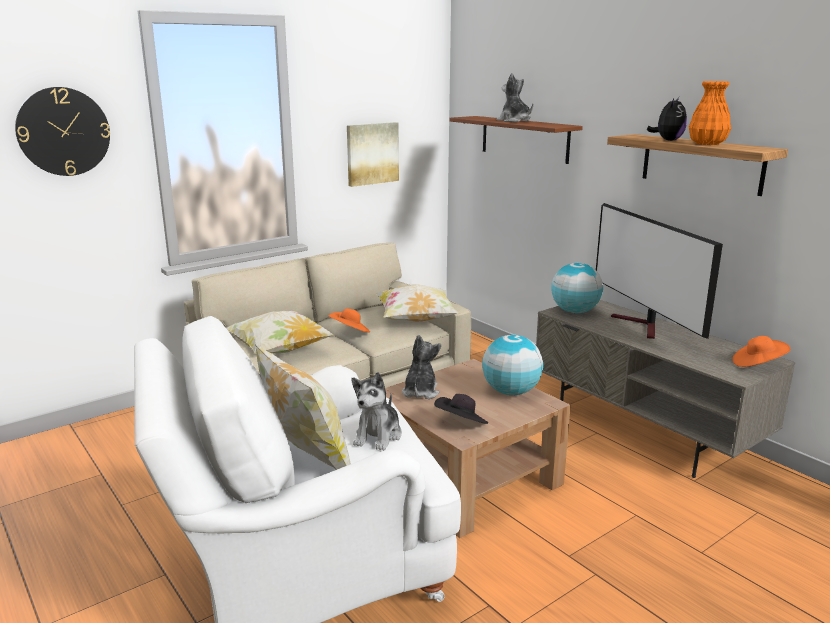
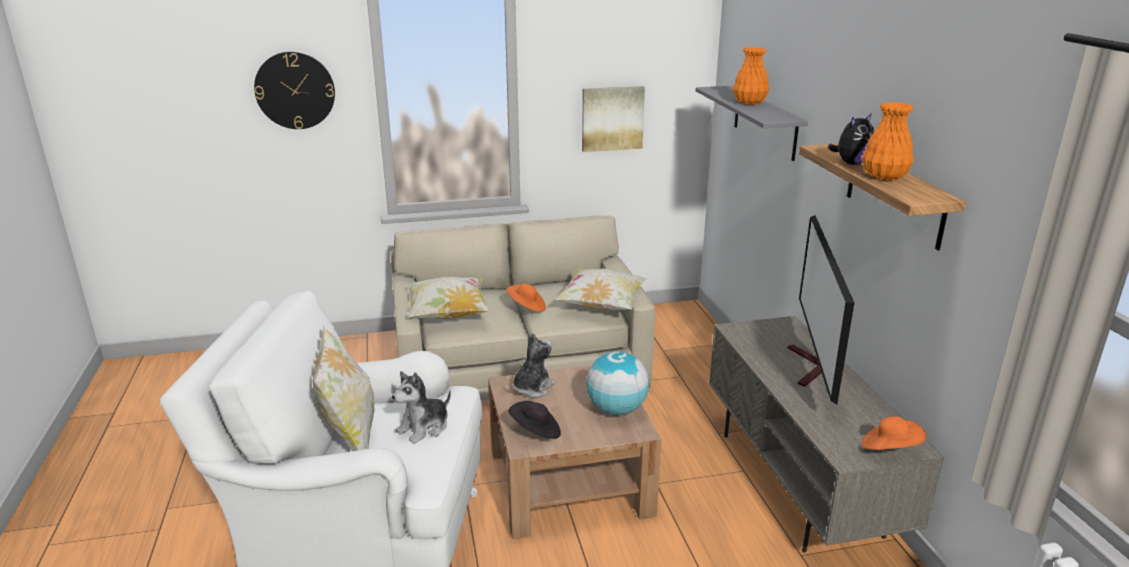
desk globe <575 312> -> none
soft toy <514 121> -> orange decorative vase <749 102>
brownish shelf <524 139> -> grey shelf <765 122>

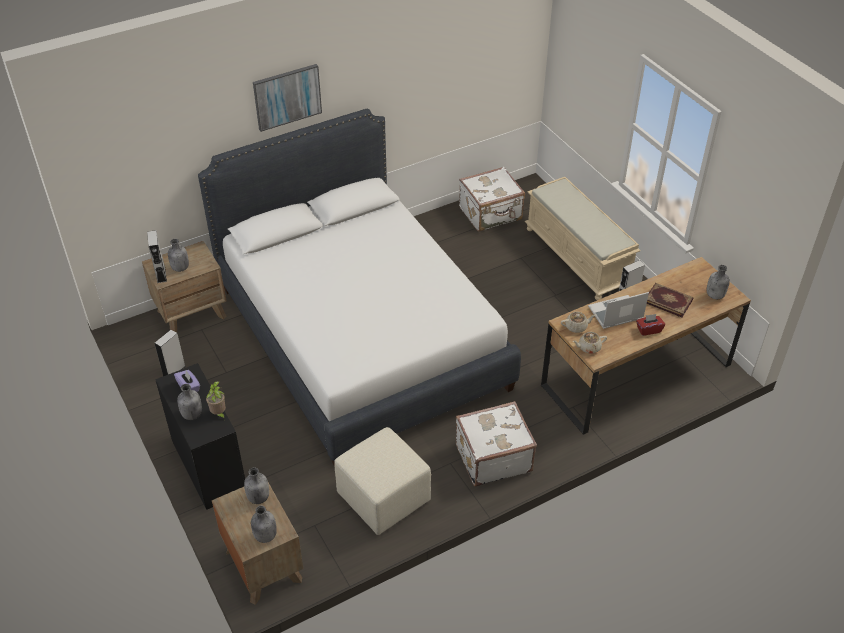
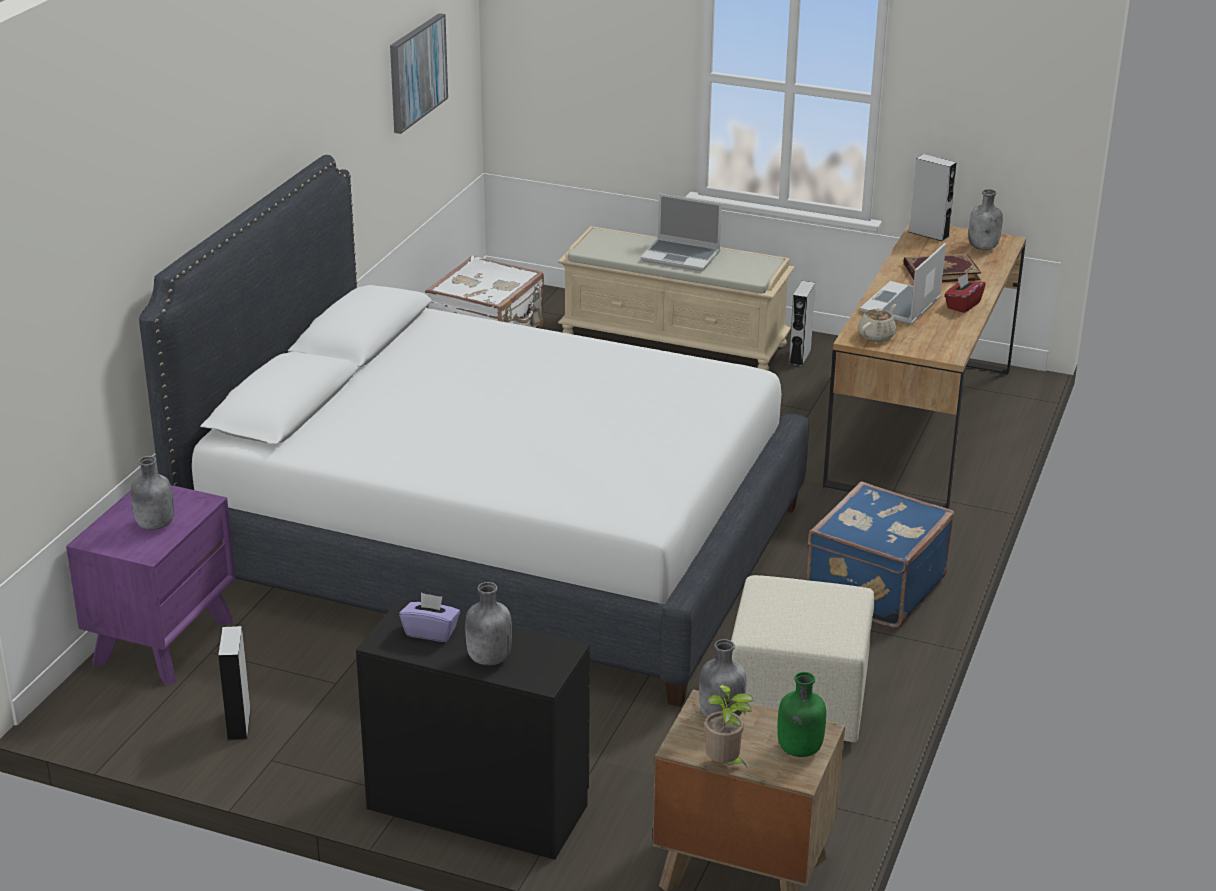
sand-coloured teapot <588 347> -> none
none -> notebook computer <682 256>
grey audio speaker <161 274> -> grey audio speaker <929 234>, shifted
houseplant <219 414> -> houseplant <724 764>, shifted
wall picture <287 96> -> wall picture <416 72>, shifted
brownish bedside table <192 313> -> purplish bedside table <163 641>
grey bottle <265 536> -> greenish bottle <799 750>
whitish piece of luggage <492 457> -> bluish piece of luggage <873 588>

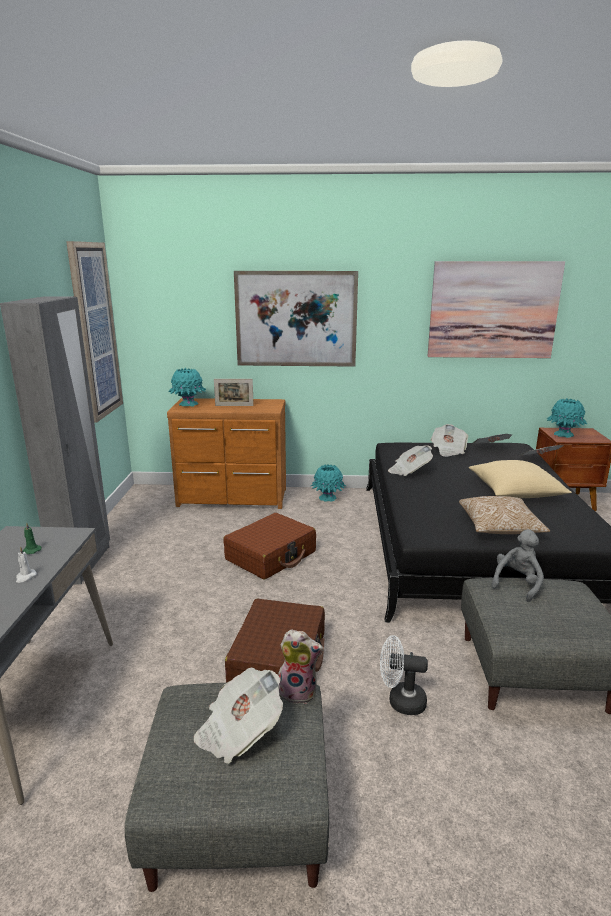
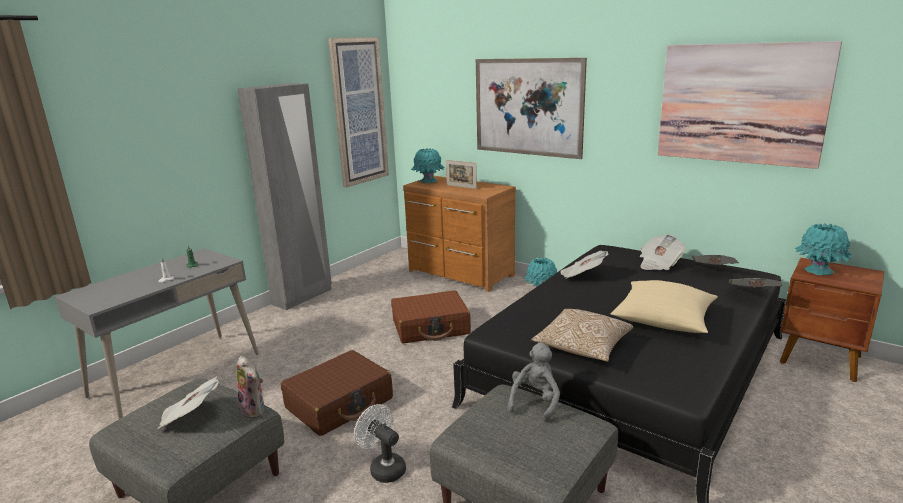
grey soft toy <517 584> -> grey soft toy <535 402>, 45 degrees counterclockwise

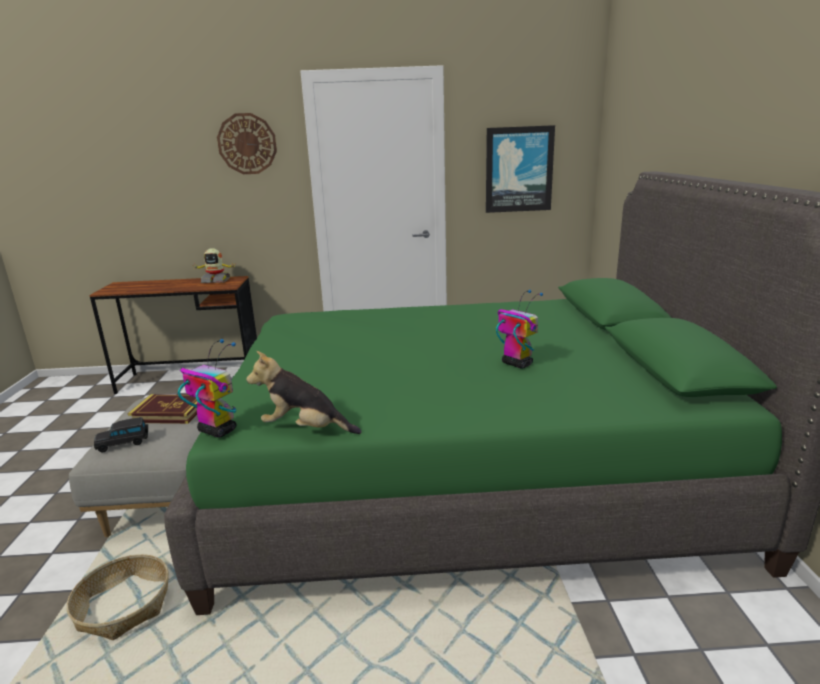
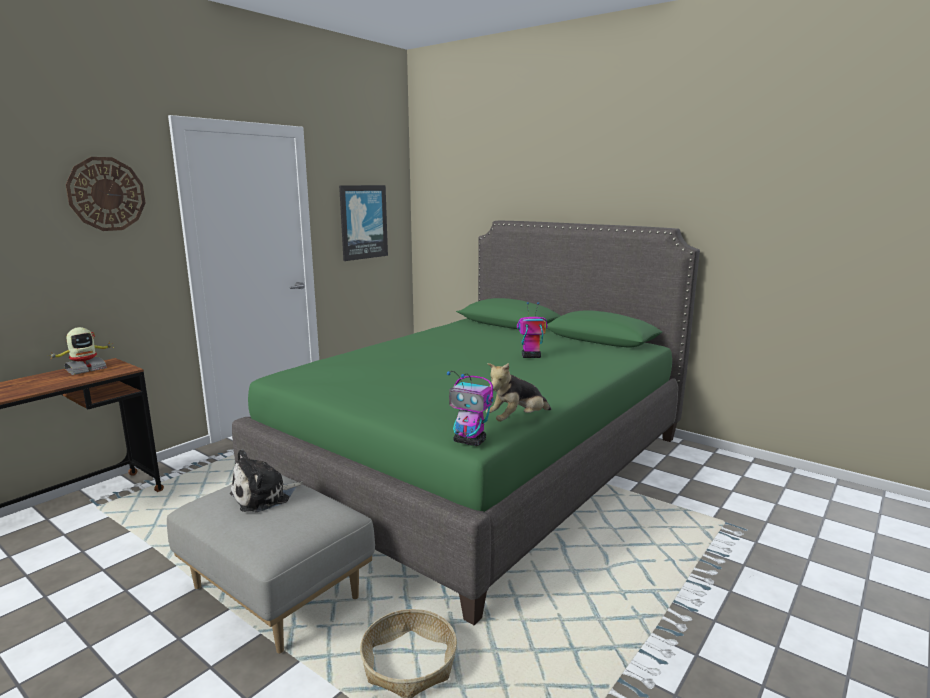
black-coloured toy car <124 443> -> none
book <169 413> -> soft toy <264 496>
toy robot <217 430> -> toy robot <470 441>, 135 degrees counterclockwise

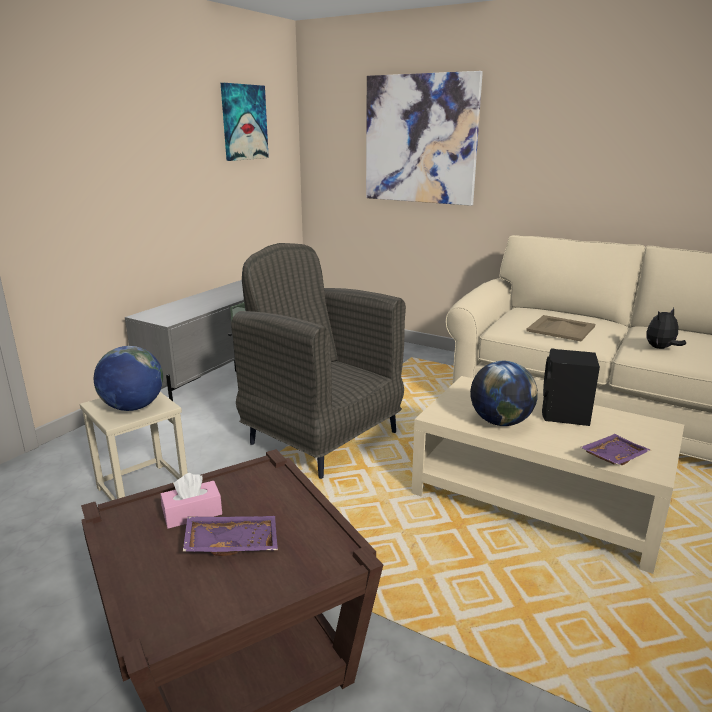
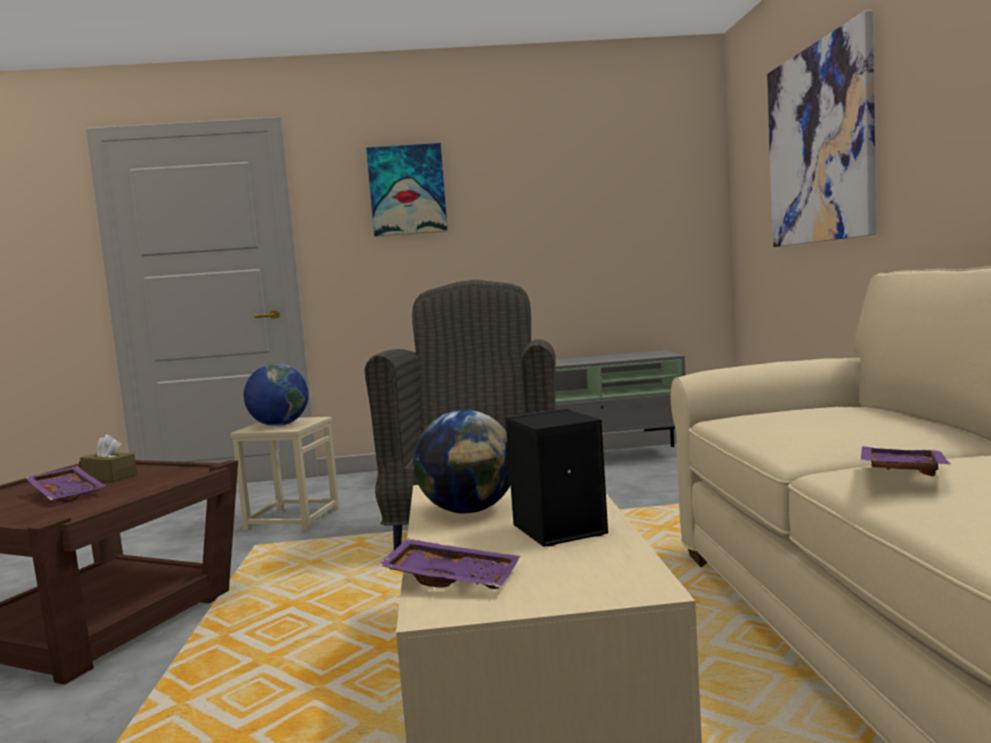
sand-coloured serving tray <560 328> -> none
wall picture <244 122> -> wall picture <407 190>, shifted
soft toy <661 348> -> purplish serving tray <899 474>
pinkish tissue holder <192 513> -> brownish tissue holder <110 476>

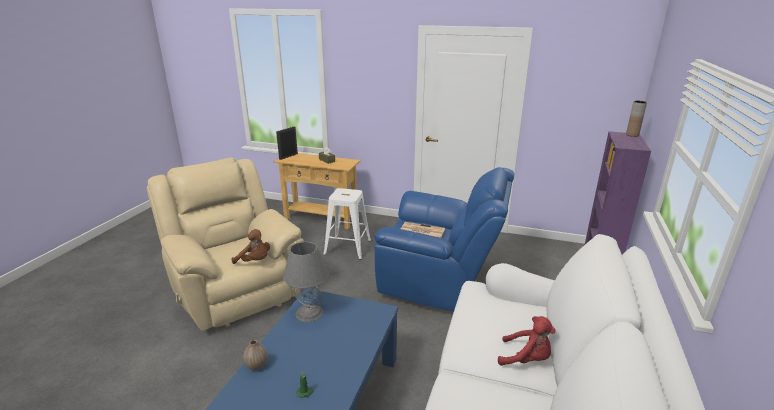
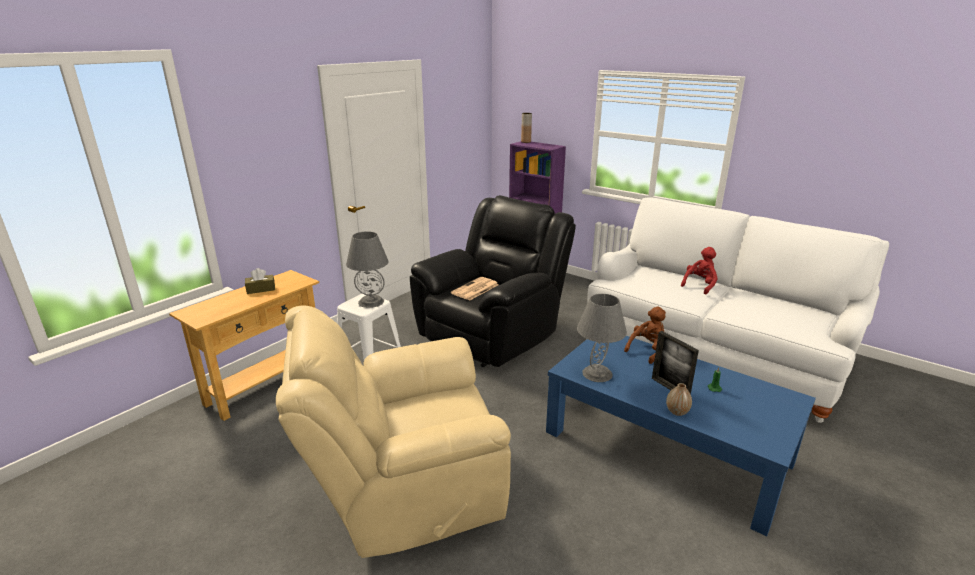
none -> grey table lamp <371 302>
brownish soft toy <255 261> -> brownish soft toy <647 350>, shifted
photo frame <288 156> -> photo frame <670 388>, shifted
bluish lounge chair <440 283> -> black-coloured lounge chair <492 335>

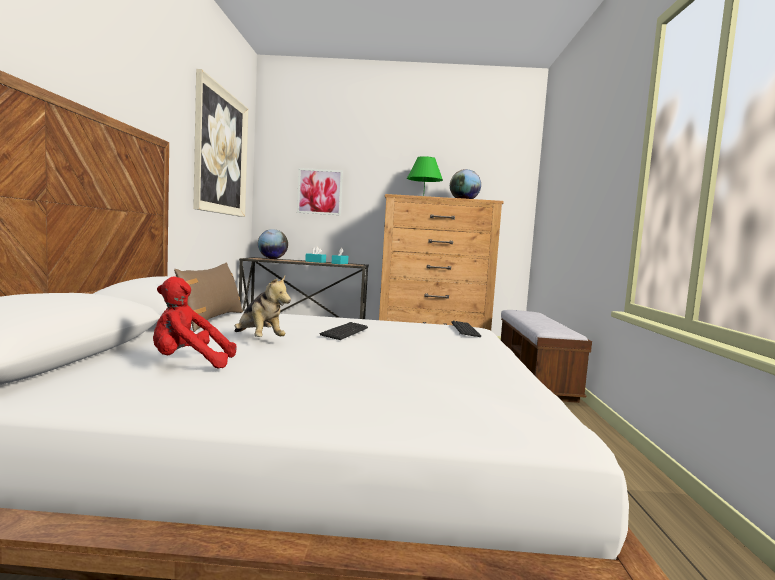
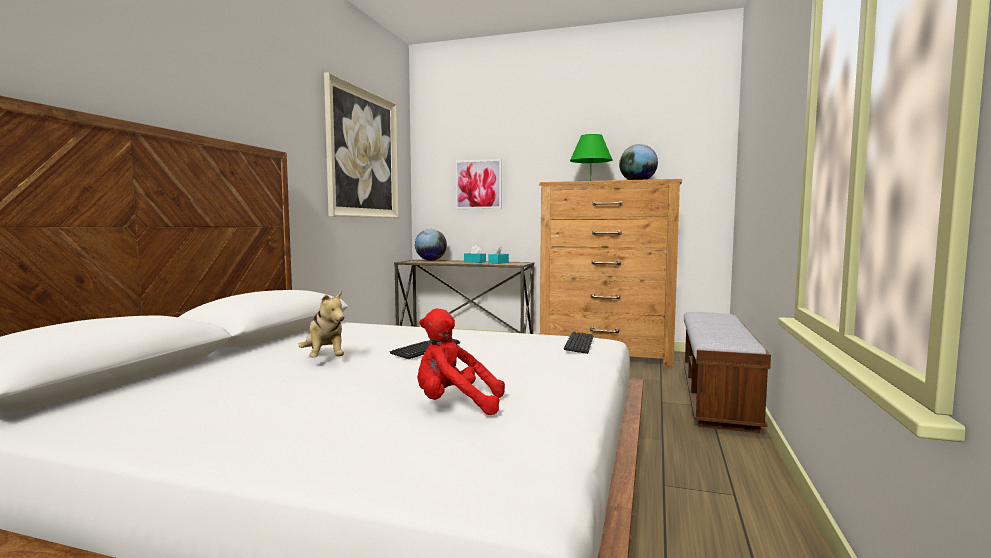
brownish cushion <211 320> -> none
reddish soft toy <188 363> -> reddish soft toy <454 405>, shifted

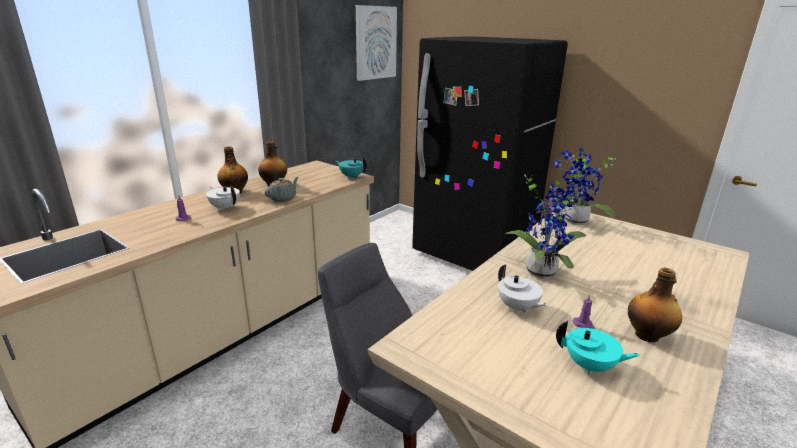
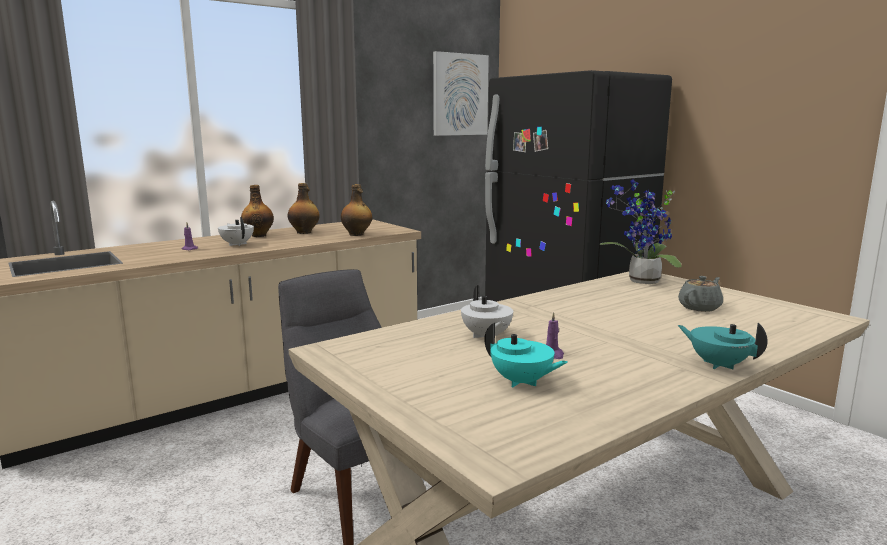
houseplant <543 271> -> none
grey teapot <283 198> -> grey teapot <700 307>, shifted
blue-green teapot <351 176> -> blue-green teapot <718 364>, shifted
bottle <648 336> -> bottle <357 234>, shifted

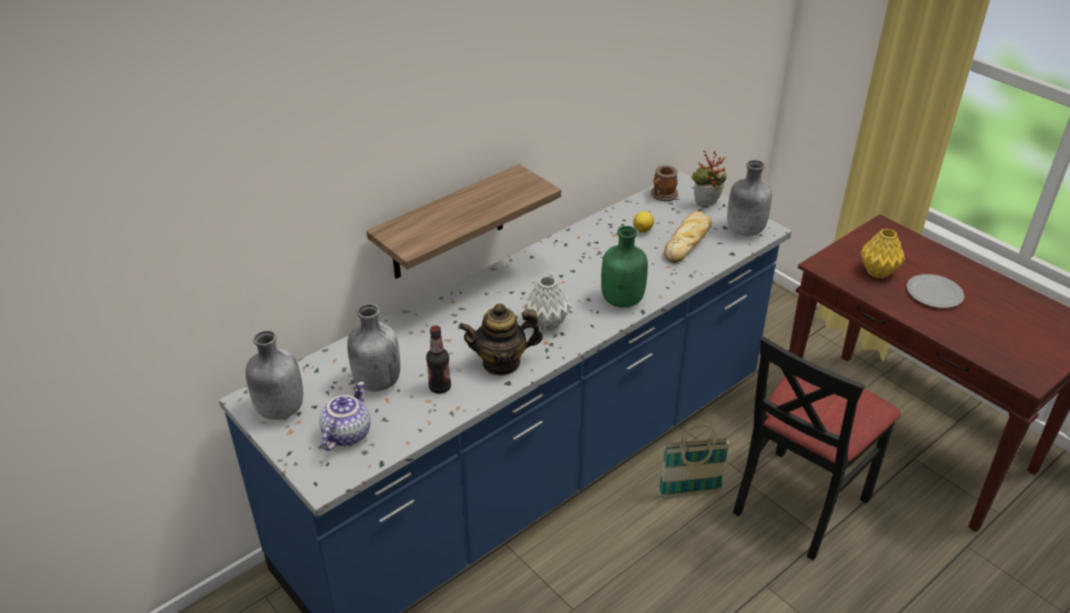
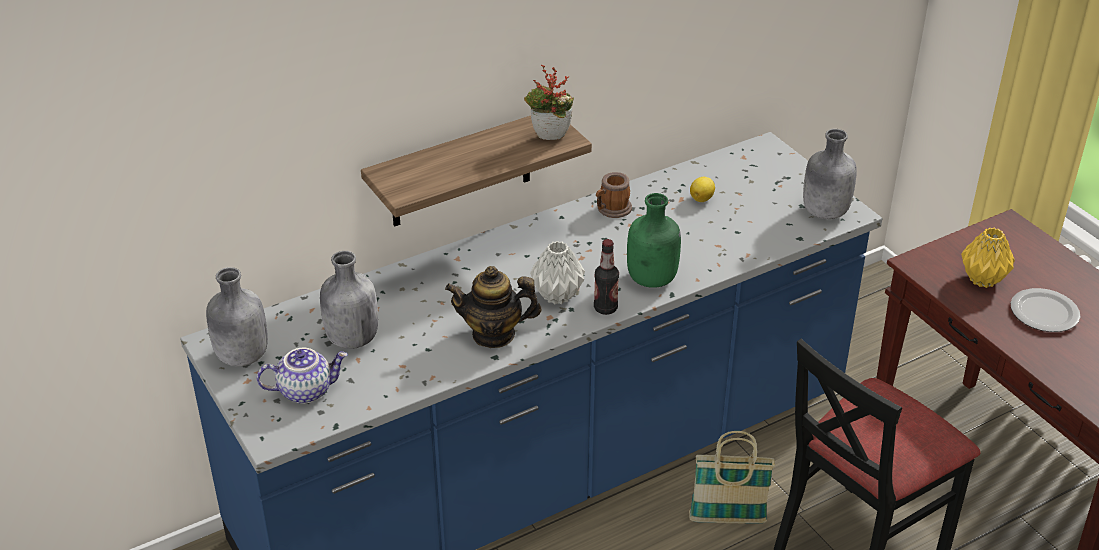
baked bread <688 241> -> none
bottle <440 387> -> bottle <605 308>, shifted
tea mug <662 196> -> tea mug <611 210>, shifted
houseplant <706 205> -> houseplant <549 139>, shifted
teapot <346 434> -> teapot <306 390>, 45 degrees clockwise

